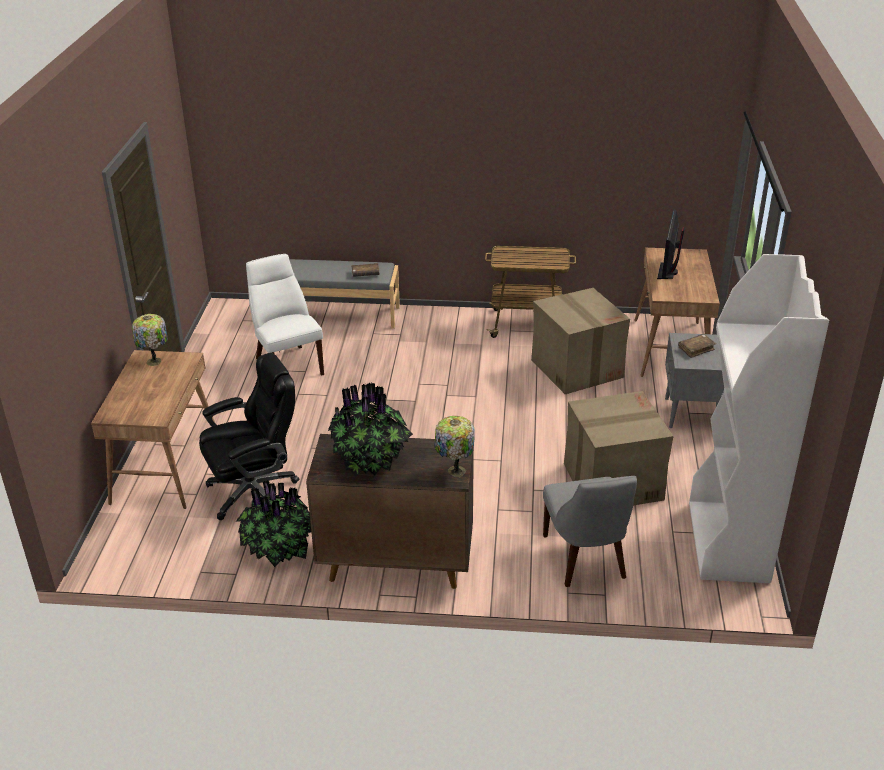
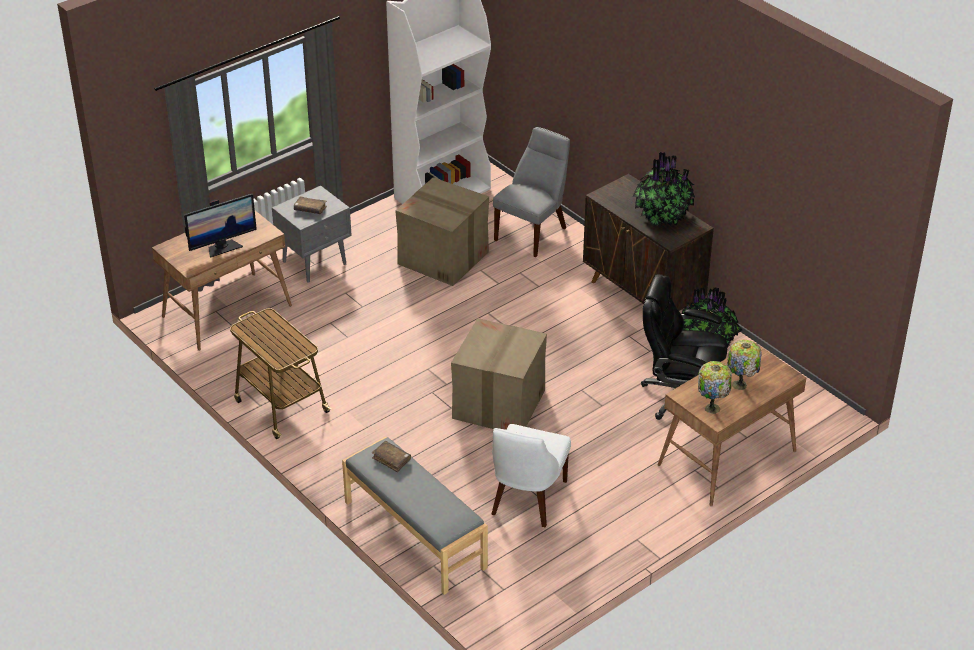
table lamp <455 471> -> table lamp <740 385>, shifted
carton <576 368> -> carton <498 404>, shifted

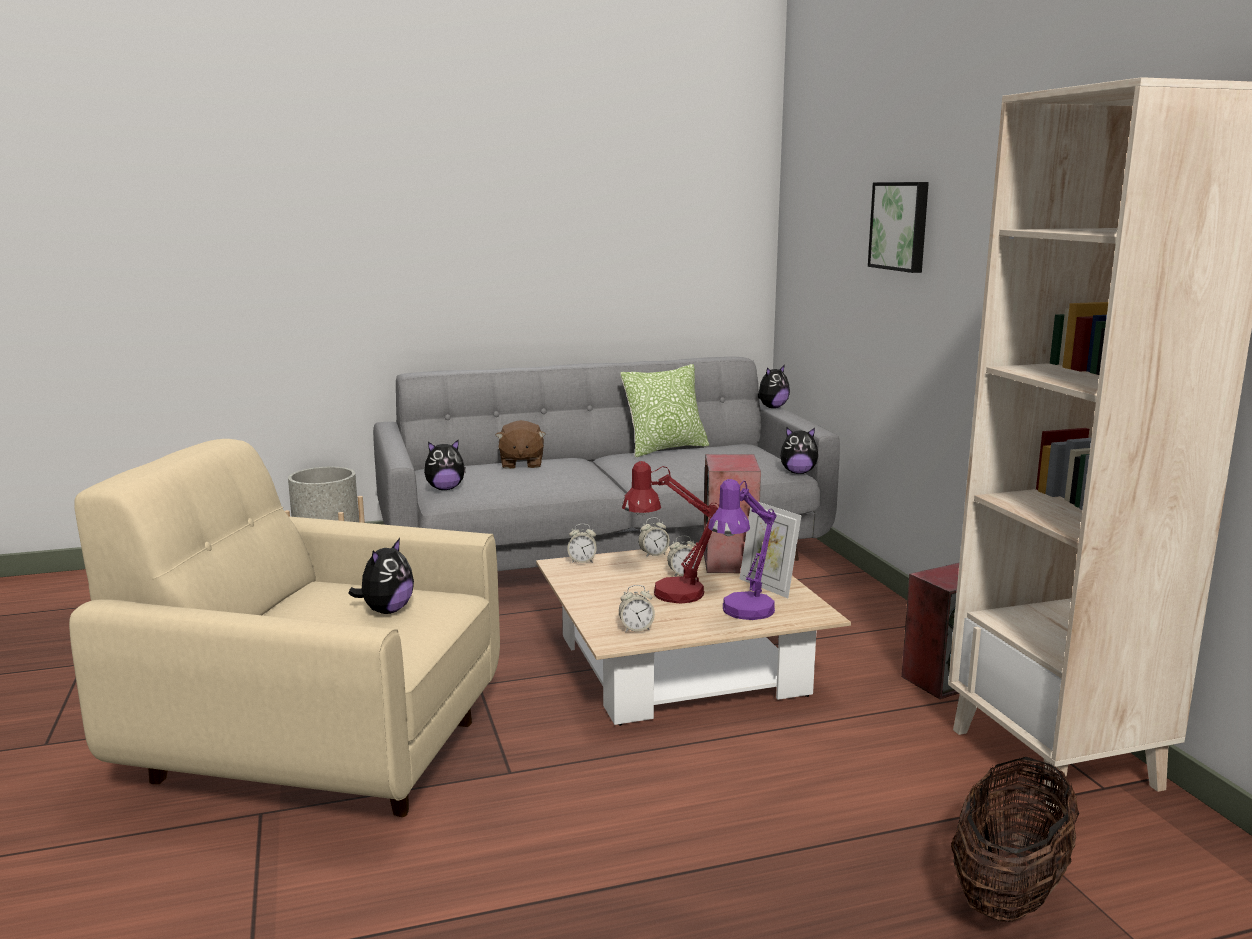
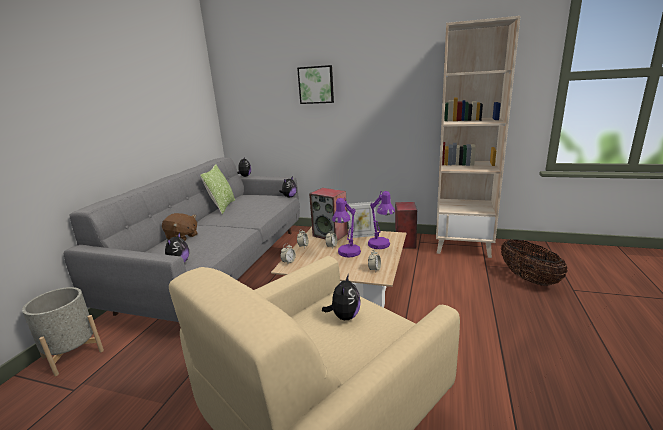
reddish table lamp <667 594> -> purplish table lamp <347 254>
soft toy <386 611> -> soft toy <344 316>, 45 degrees clockwise

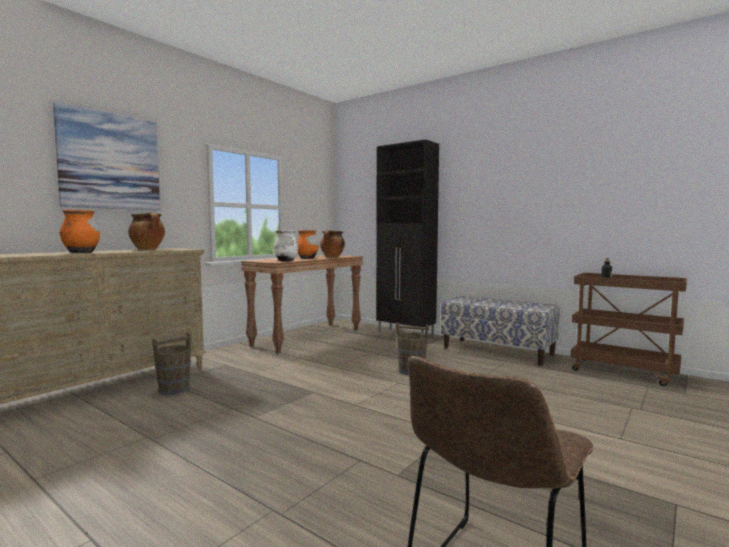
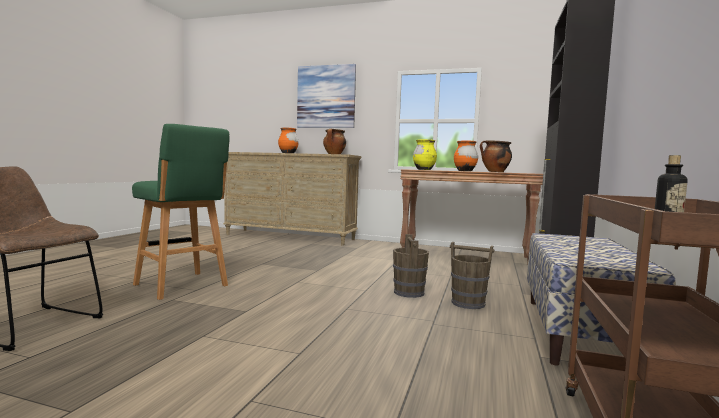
none -> greenish stool <182 286>
brownish bucket <174 389> -> brownish bucket <467 303>, shifted
whitish decorative vase <286 261> -> yellow-coloured decorative vase <424 169>

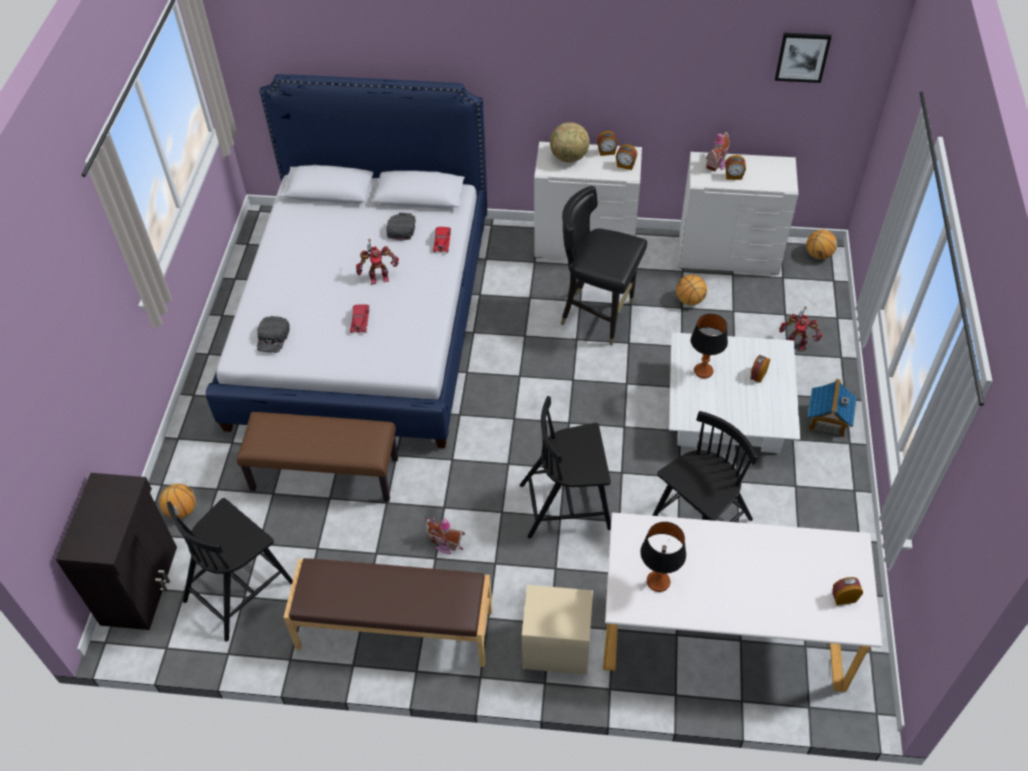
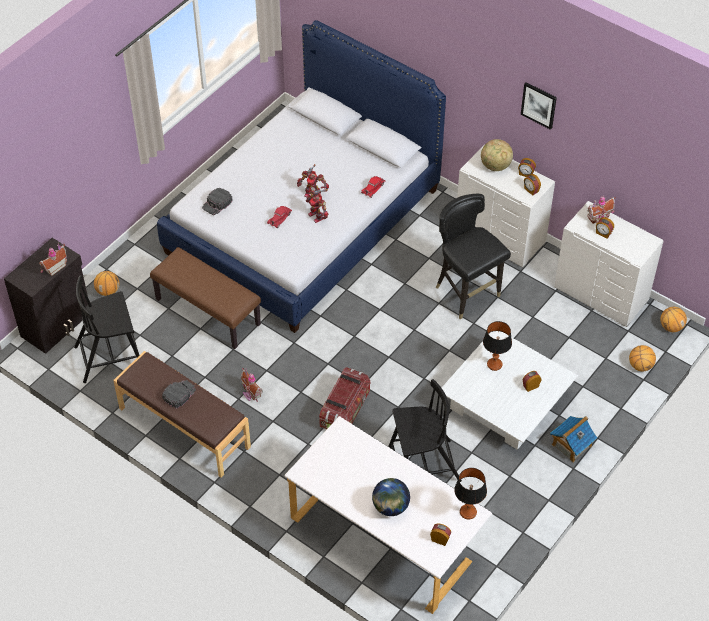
sand-coloured bedside table <556 647> -> none
none -> model house <54 267>
none -> desk globe <390 507>
black-coloured peaked cap <401 227> -> black-coloured peaked cap <179 394>, shifted
table lamp <658 582> -> table lamp <467 512>, shifted
basketball <689 300> -> basketball <640 366>, shifted
wall picture <802 57> -> wall picture <539 105>, shifted
toy robot <797 342> -> toy robot <317 215>, shifted
black-coloured upright chair <567 505> -> storage box <345 409>

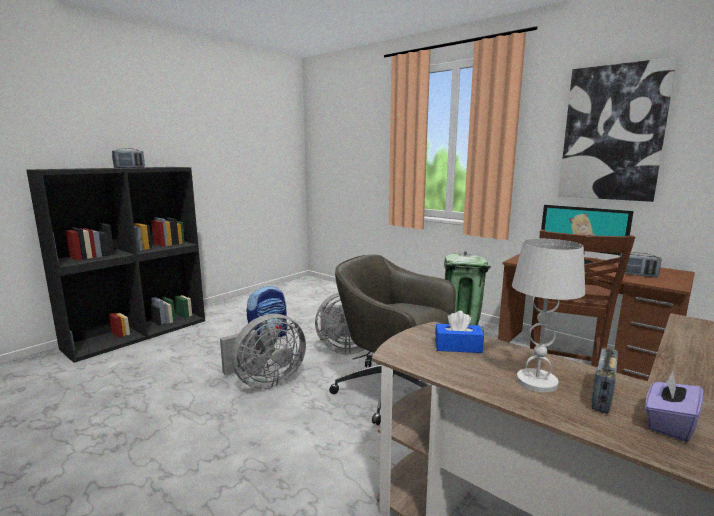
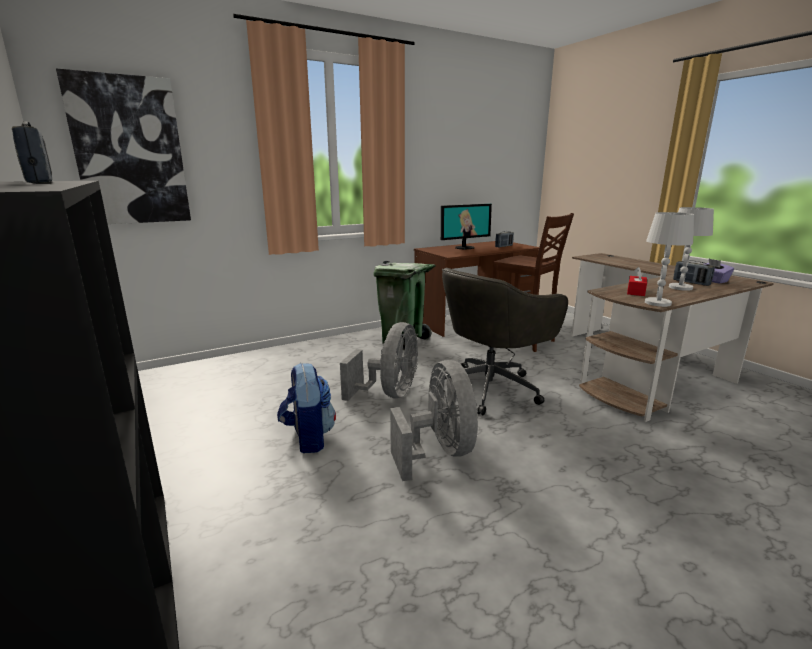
none -> whitish table lamp <658 303>
wall picture <612 133> -> wall picture <130 151>, shifted
bluish tissue holder <458 346> -> reddish tissue holder <636 291>

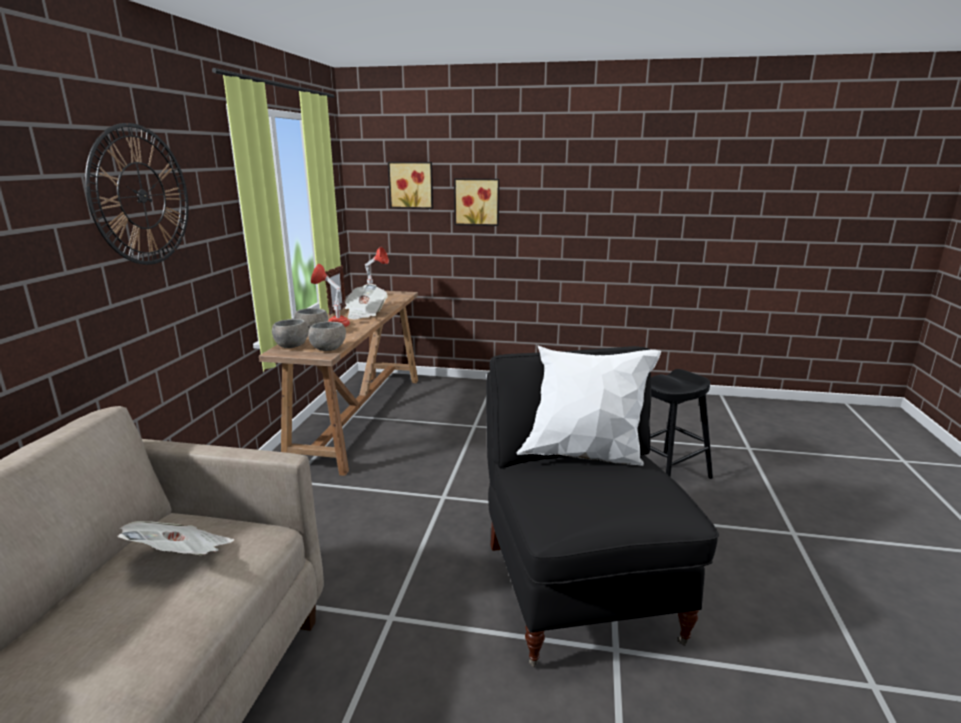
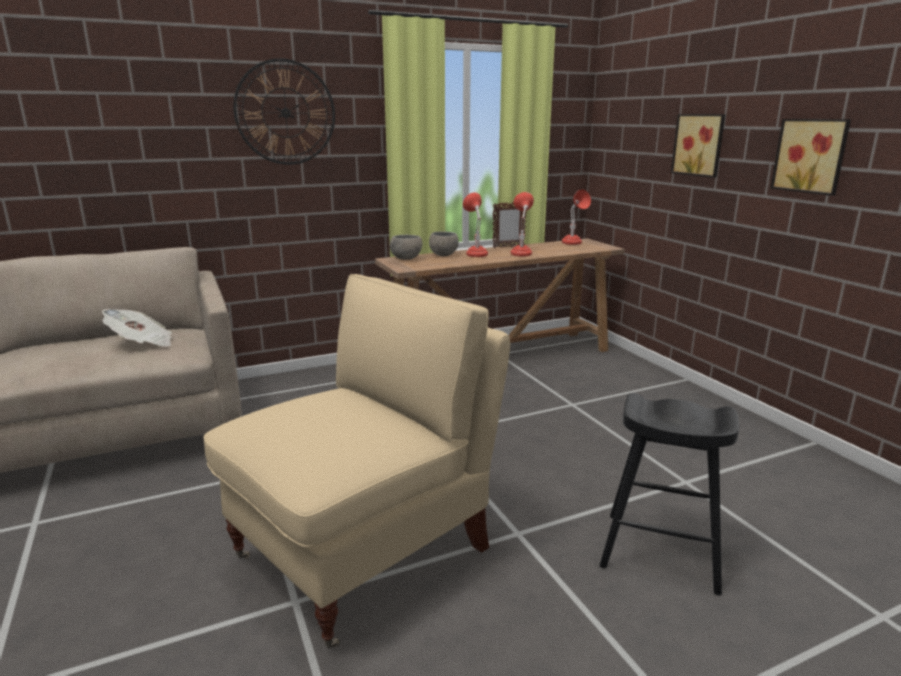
grey serving bowl <327 349> -> none
whitish cushion <585 456> -> none
wall picture <411 185> -> wall picture <811 156>, shifted
newspaper <365 314> -> reddish table lamp <521 253>
black-coloured lounge chair <578 589> -> sand-coloured lounge chair <366 551>

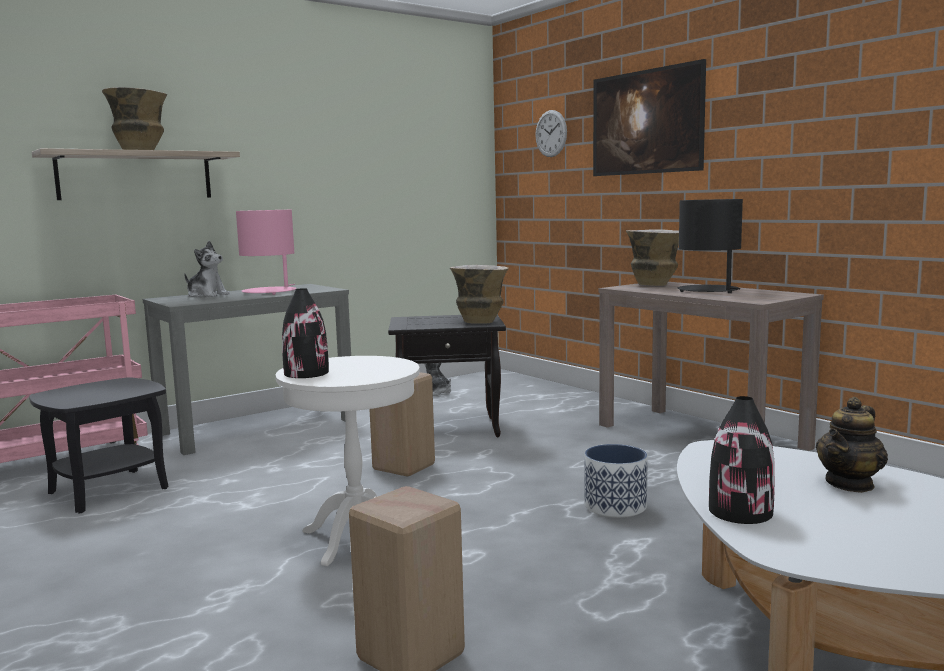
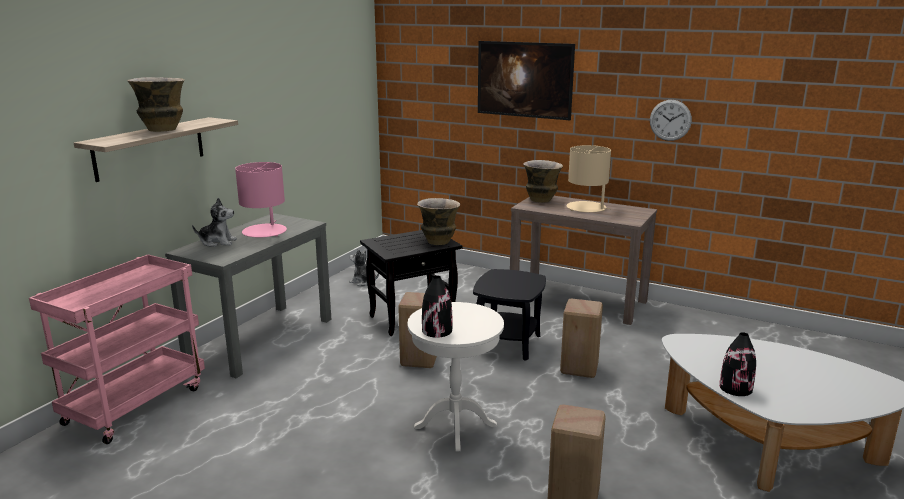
teapot <850 484> -> none
black-coloured end table <109 490> -> black-coloured end table <508 344>, shifted
clock on the wall <551 133> -> clock on the wall <670 120>, shifted
planter <616 506> -> sand-coloured stool <580 368>
black-coloured table lamp <708 290> -> sand-coloured table lamp <586 208>

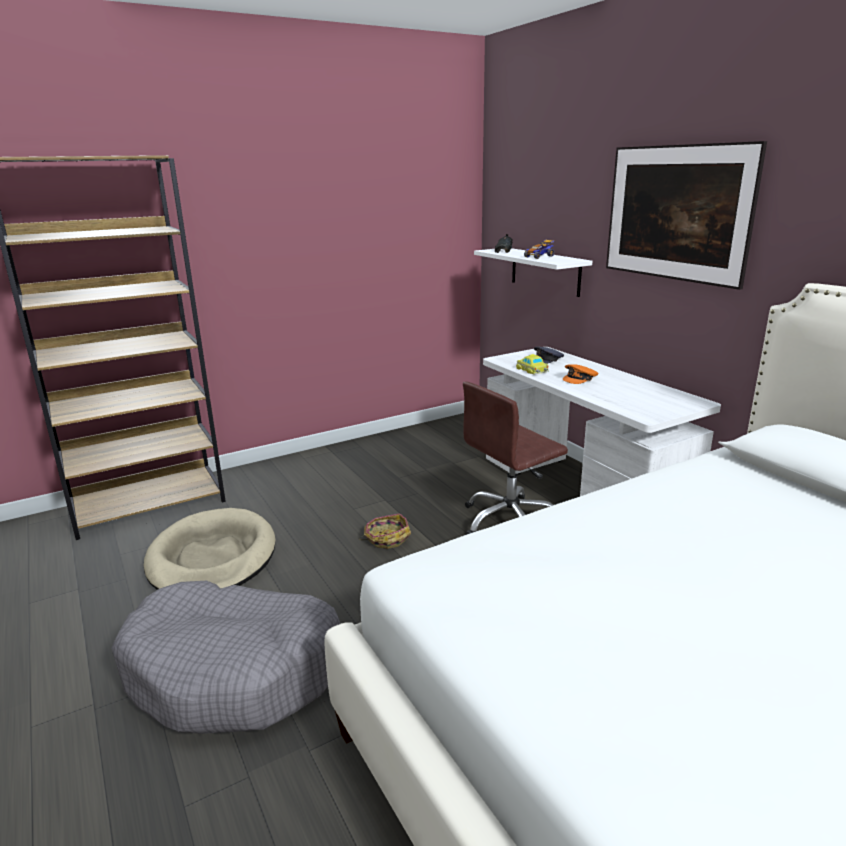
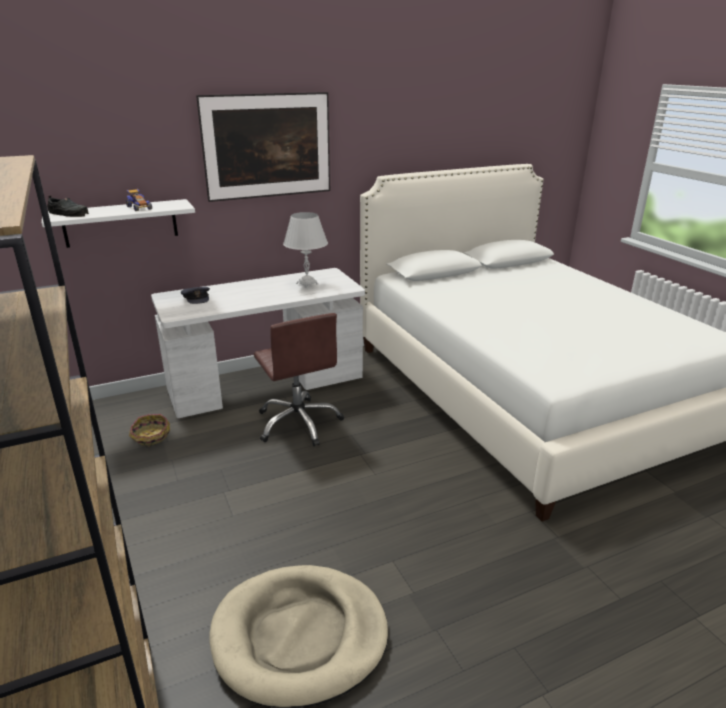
grey dog bed <235 671> -> none
toy car <532 370> -> none
orange peaked cap <580 379> -> none
none -> whitish table lamp <307 284>
storage basket <386 538> -> storage basket <150 437>, shifted

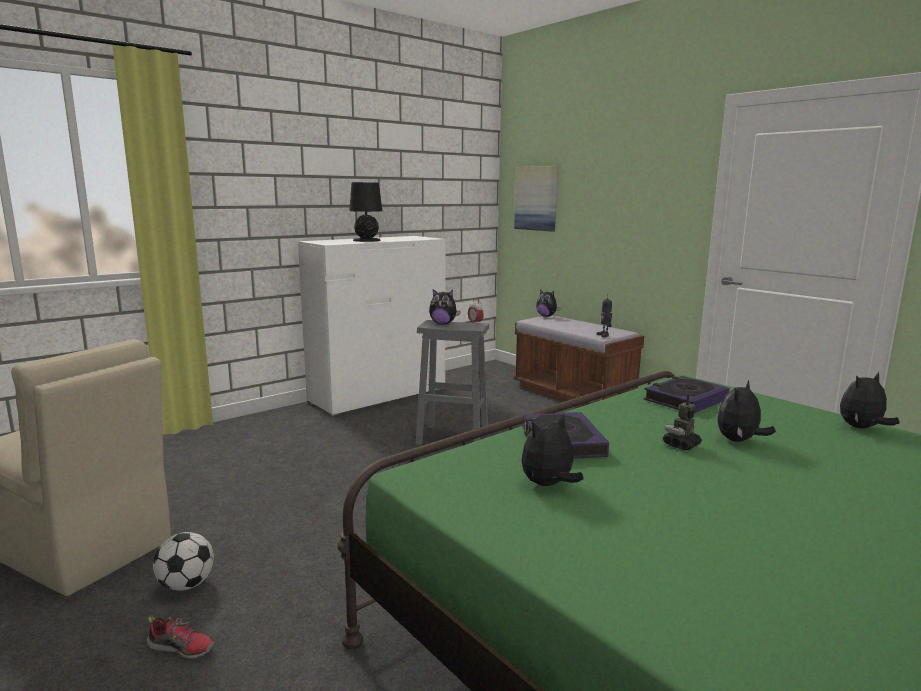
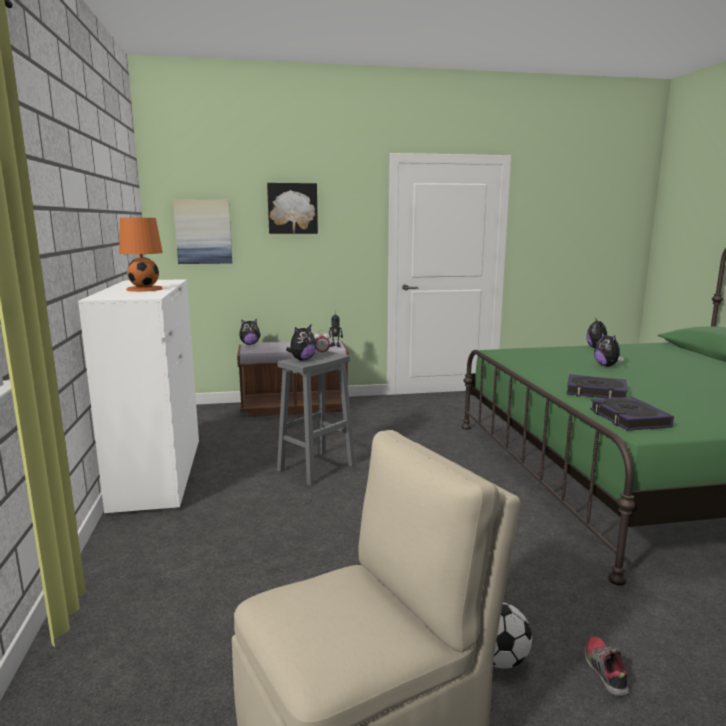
soft toy <548 485> -> none
toy robot <681 445> -> none
none -> wall picture <292 208>
book <685 400> -> book <628 419>, shifted
black-coloured table lamp <366 240> -> orange table lamp <145 289>
low shoe <182 648> -> low shoe <604 671>, 45 degrees counterclockwise

